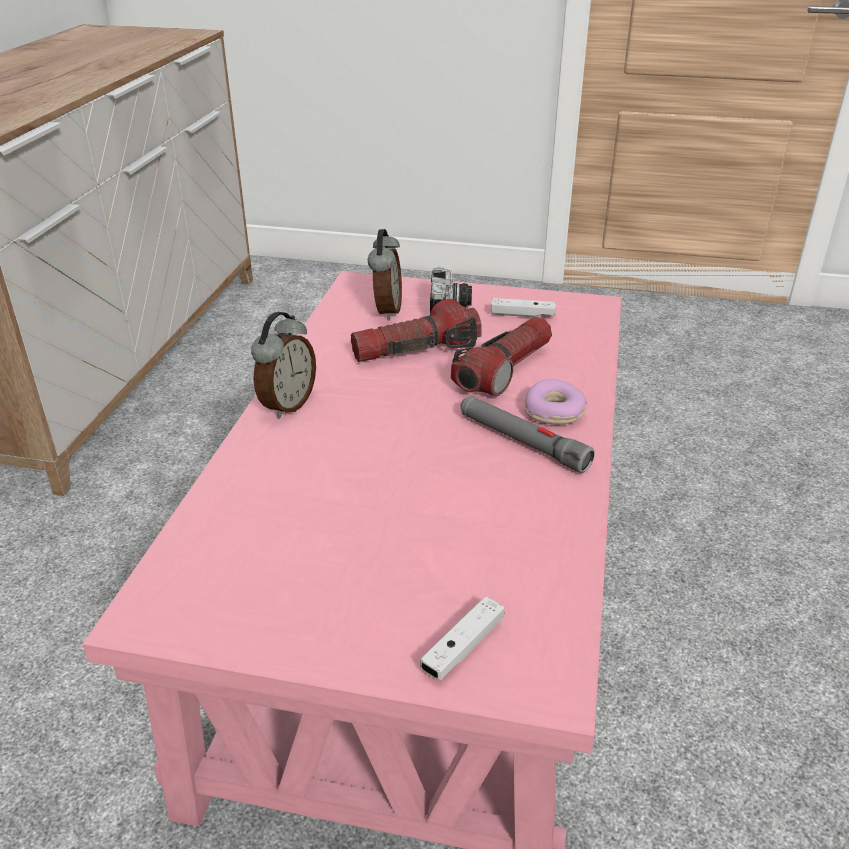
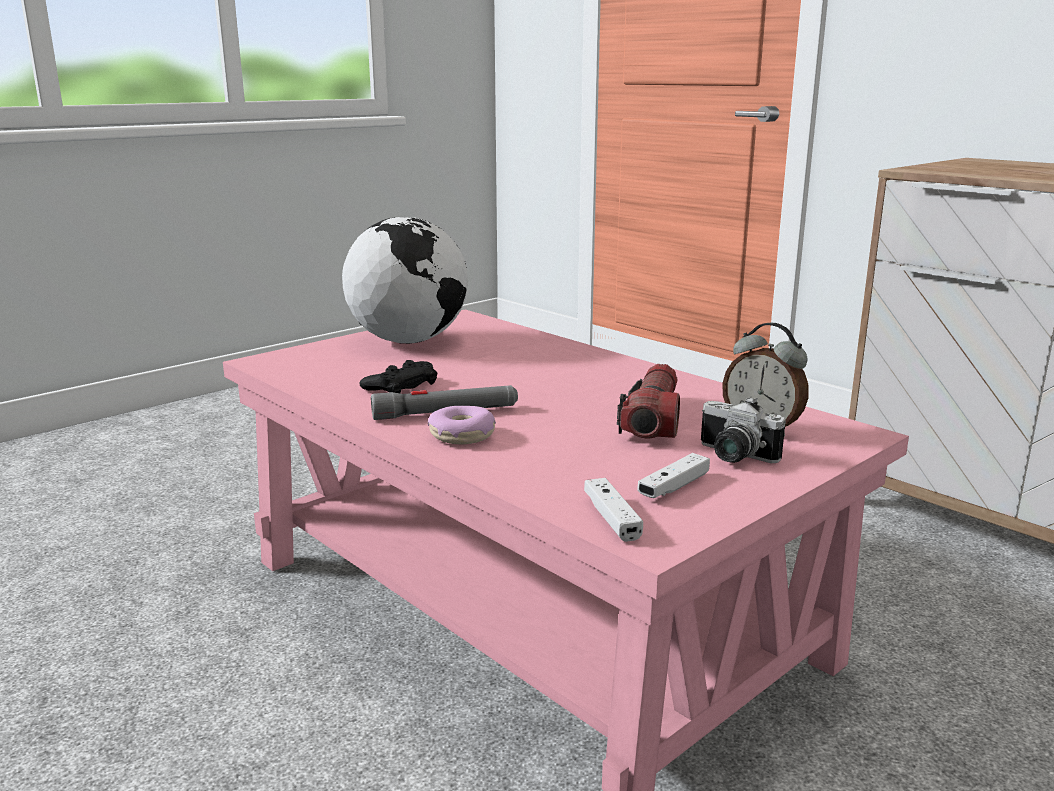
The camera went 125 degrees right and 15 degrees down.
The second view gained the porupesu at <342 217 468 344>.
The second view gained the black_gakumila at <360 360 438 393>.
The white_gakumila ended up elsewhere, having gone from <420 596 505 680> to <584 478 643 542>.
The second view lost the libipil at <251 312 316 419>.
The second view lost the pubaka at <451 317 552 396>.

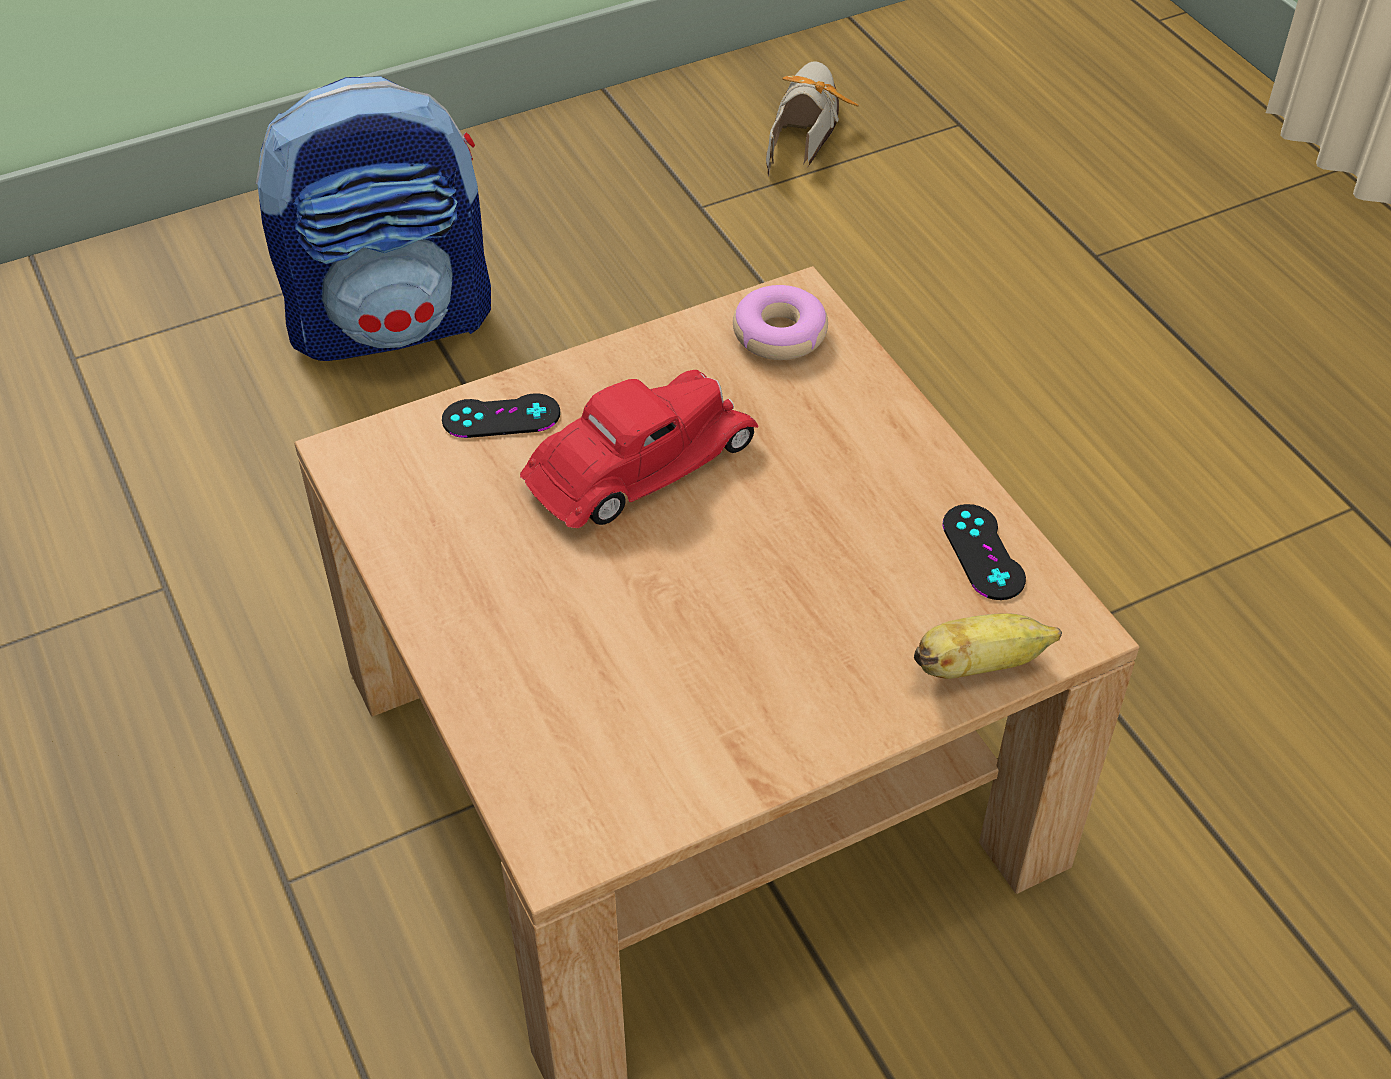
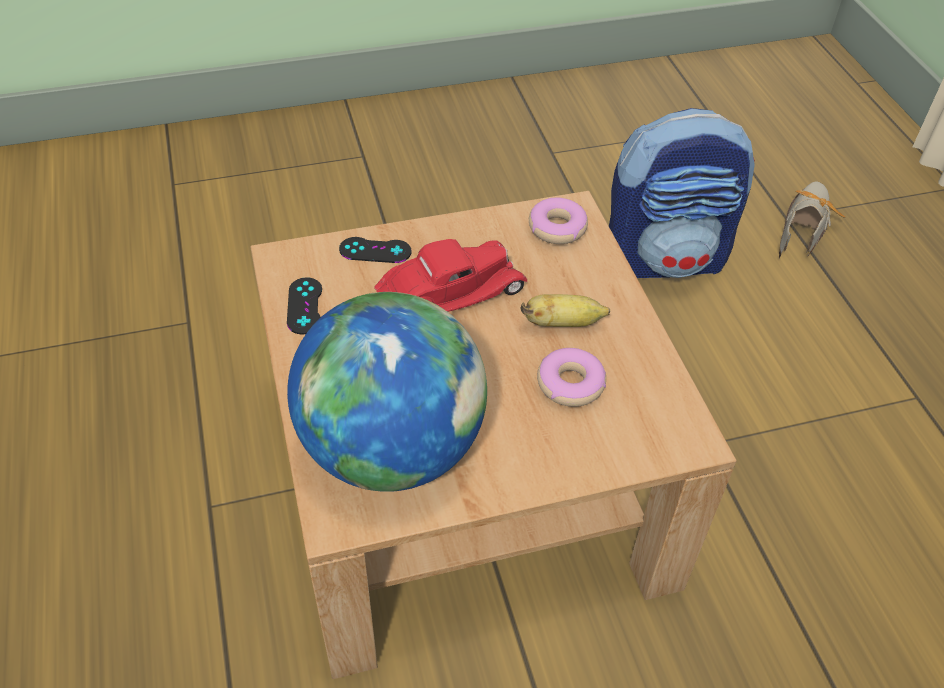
The camera went 10 degrees right and 0 degrees up.
The black_gakumila ended up elsewhere, having gone from <942 504 1026 600> to <287 277 322 335>.
The second view gained the porupesu at <287 292 487 492>.
The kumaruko ended up elsewhere, having gone from <914 613 1062 679> to <520 294 610 327>.
The second view gained the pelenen at <537 348 606 407>.
The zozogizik ended up elsewhere, having gone from <256 76 491 361> to <609 108 755 278>.
The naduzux ended up elsewhere, having gone from <766 61 859 177> to <779 181 846 259>.

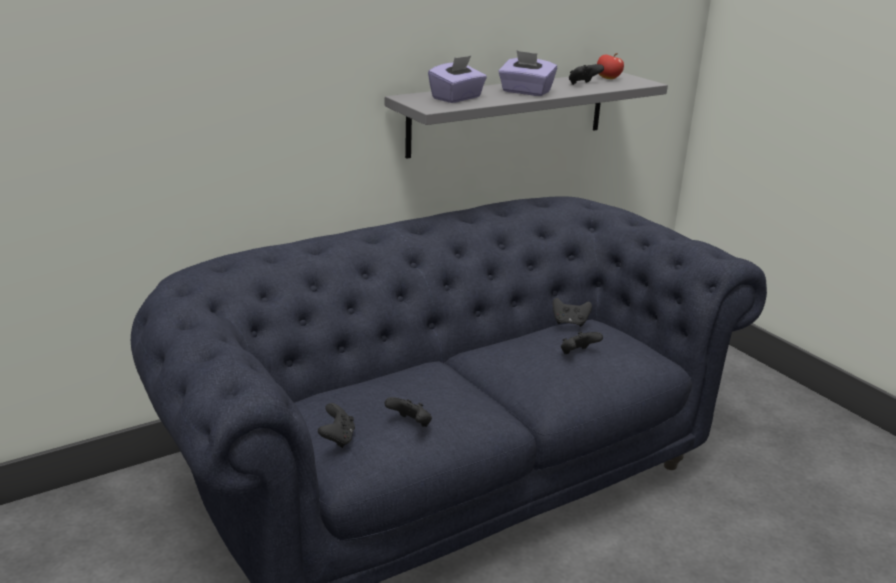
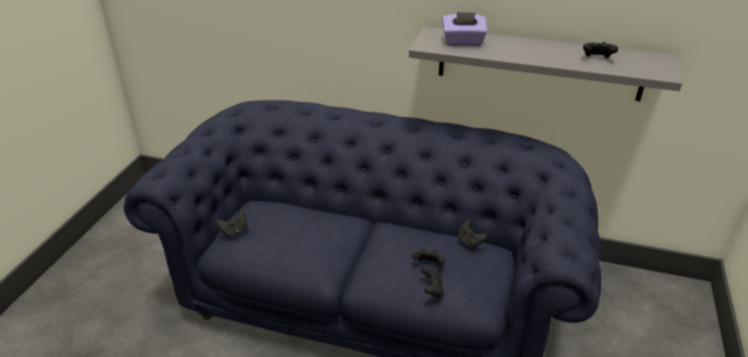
The camera went 50 degrees right and 10 degrees up.
The black_gakumila ended up elsewhere, having gone from <384 397 432 427> to <421 266 444 298>.
The second view lost the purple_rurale at <498 51 557 96>.
The second view lost the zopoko at <597 53 624 79>.

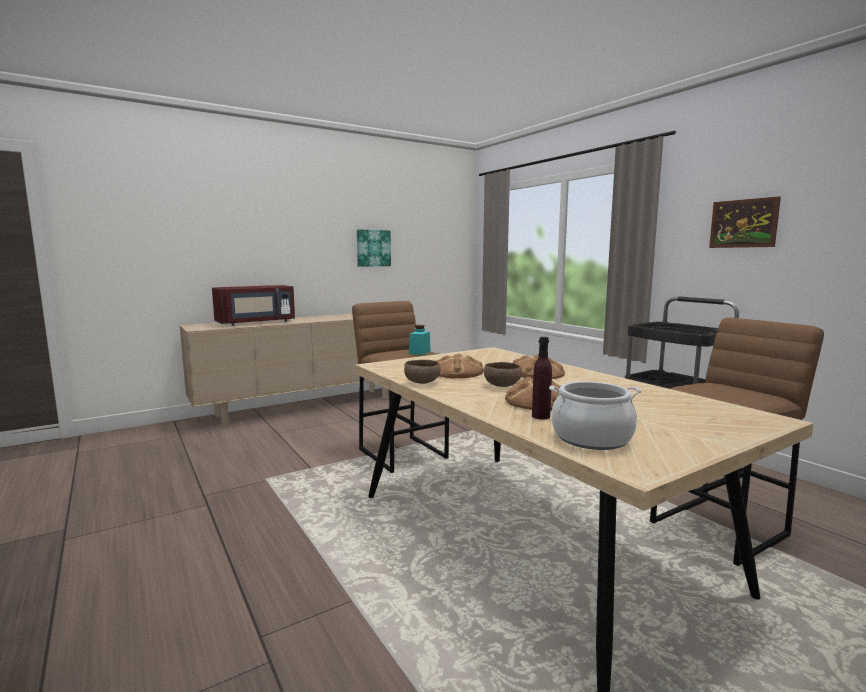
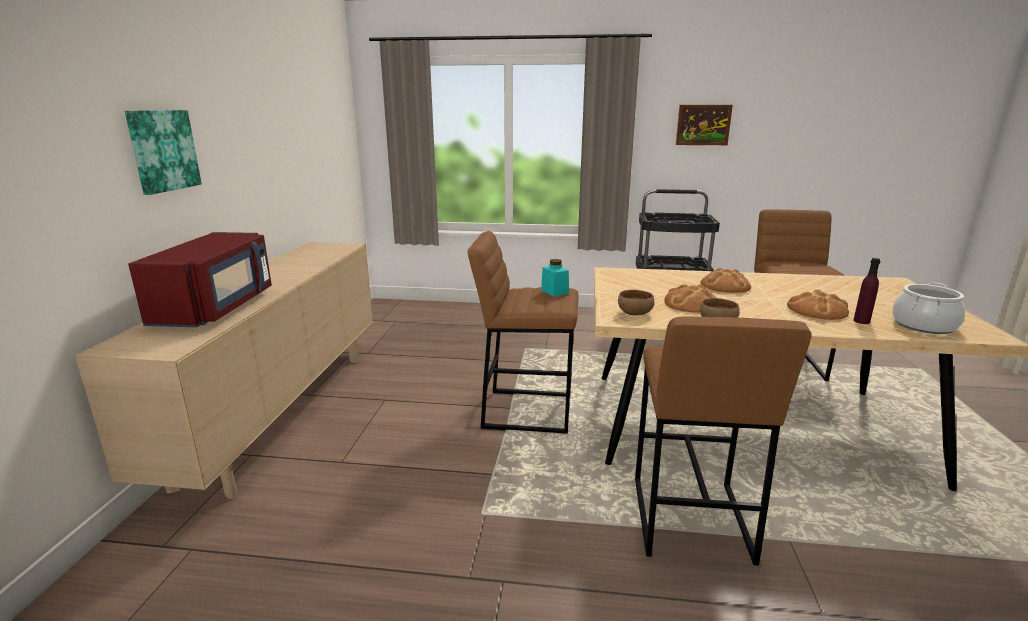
The camera went 50 degrees left and 10 degrees up.
The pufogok ended up elsewhere, having gone from <357 229 391 267> to <125 110 202 195>.
The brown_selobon ended up elsewhere, having gone from <484 362 522 387> to <618 290 655 315>.
The second view gained the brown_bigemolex at <635 317 812 565>.

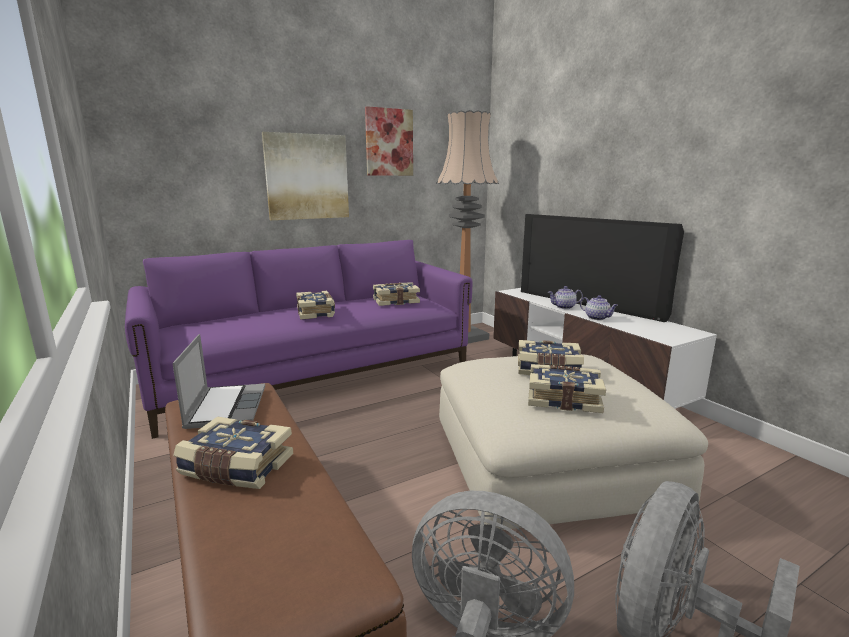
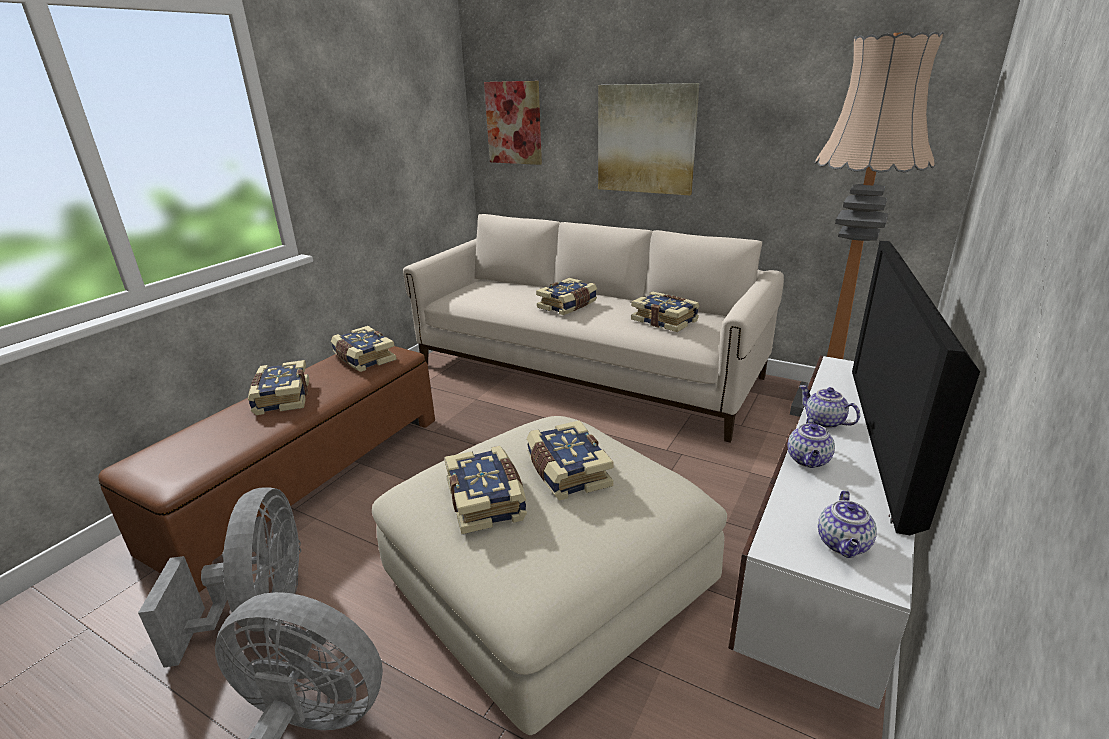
The camera went 60 degrees right and 10 degrees up.
Where the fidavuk stood at <172 334 265 429>, the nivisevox came to stand at <331 326 397 372>.
What was the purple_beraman at <125 240 472 439> turned into the beige_beraman at <403 214 784 443>.
The pufogok ended up elsewhere, having gone from <365 106 413 176> to <484 81 542 165>.
The second view gained the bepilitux at <818 490 877 558>.

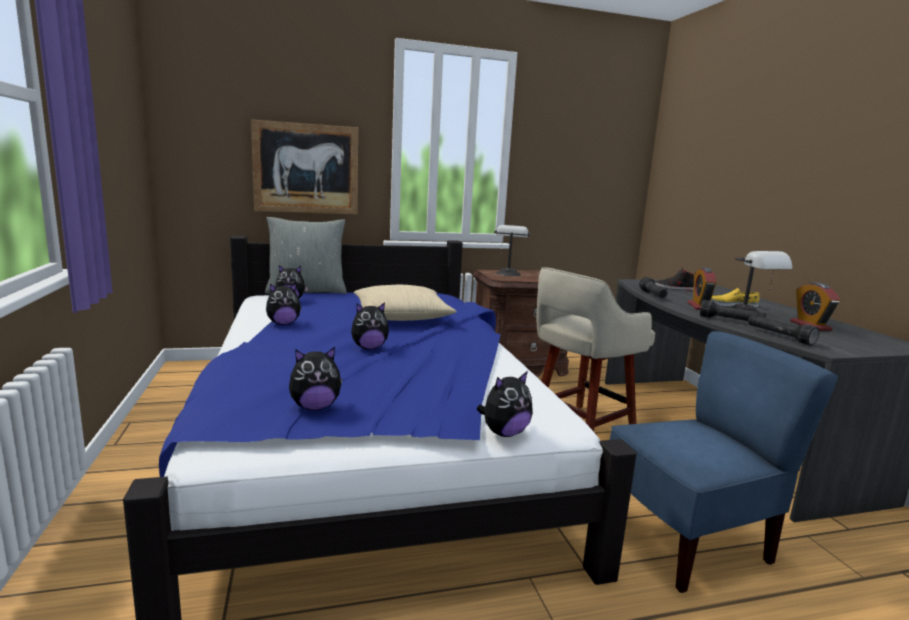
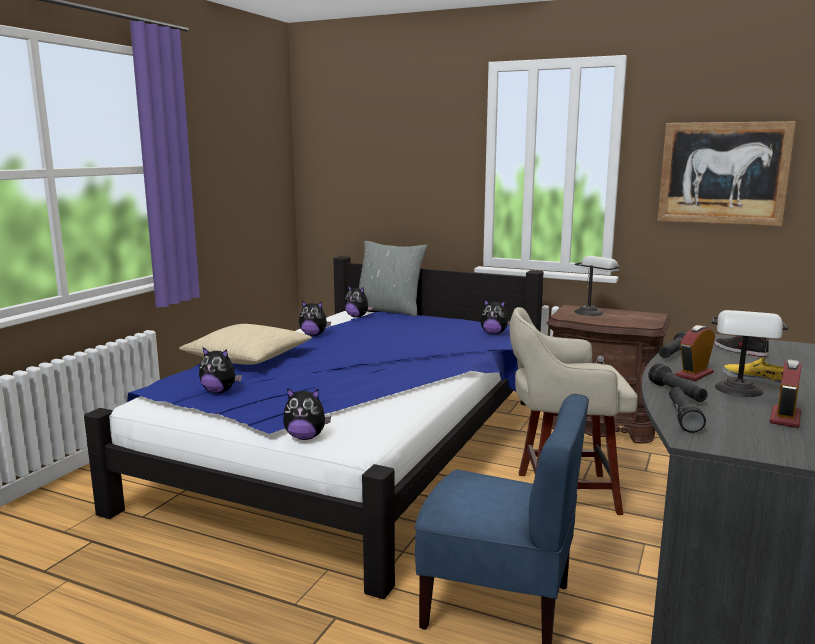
The camera went 40 degrees right and 0 degrees up.
The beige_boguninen ended up elsewhere, having gone from <354 285 457 321> to <179 324 312 365>.
The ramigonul ended up elsewhere, having gone from <351 303 389 349> to <480 299 510 334>.
The pufogok ended up elsewhere, having gone from <251 119 358 214> to <657 121 796 226>.

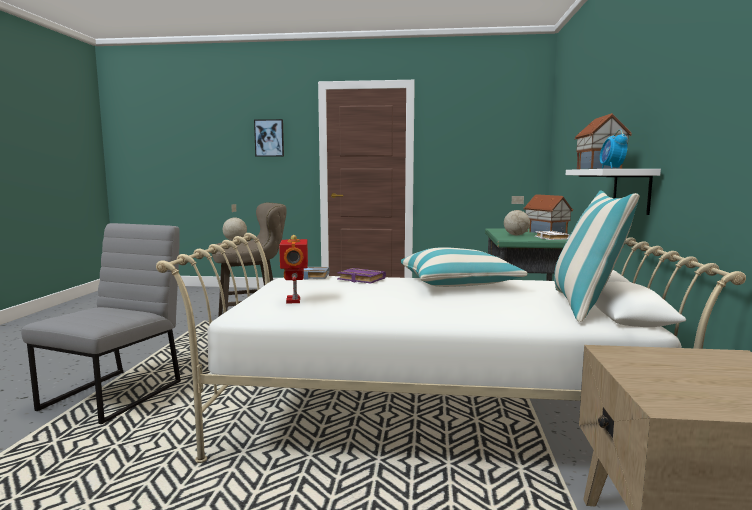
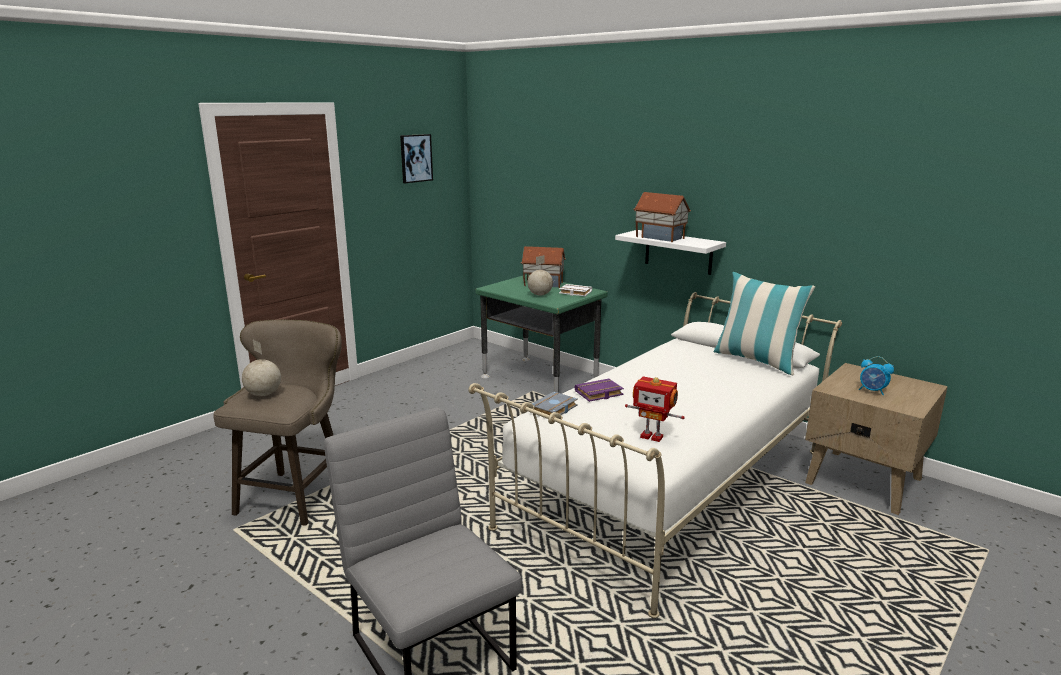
The camera went 55 degrees left and 10 degrees up.
The pufogok ended up elsewhere, having gone from <254 119 284 157> to <400 134 433 183>.
The libipil ended up elsewhere, having gone from <600 129 628 169> to <859 356 894 395>.
The second view lost the boguninen at <401 247 528 287>.

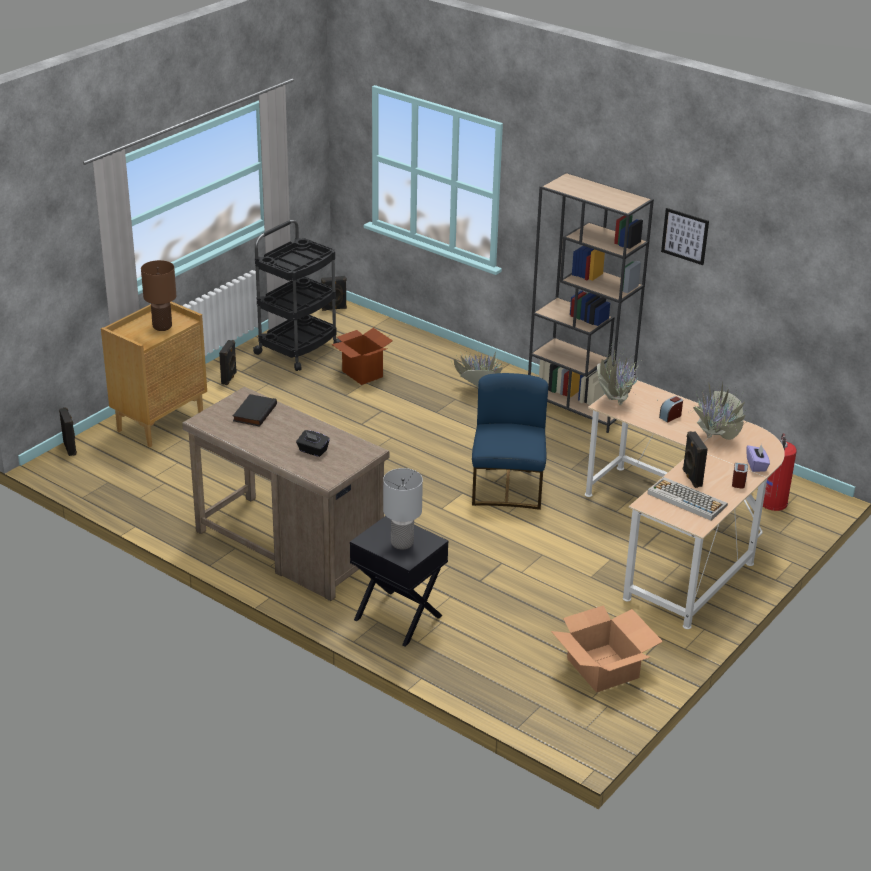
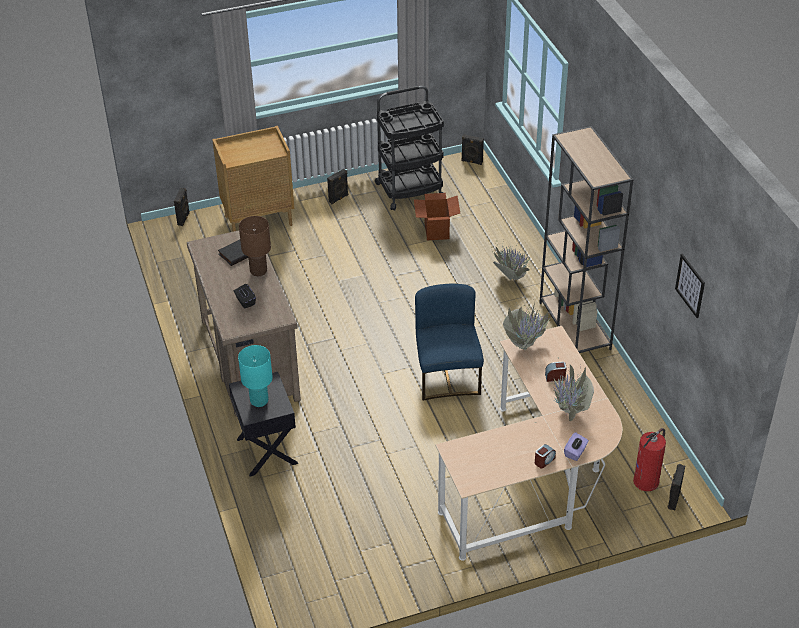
The camera went 35 degrees right and 10 degrees up.
What was the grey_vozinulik at <383 468 423 550> turned into the turquoise_vozinulik at <238 345 273 407>.
The brown_vozinulik ended up elsewhere, having gone from <141 260 176 331> to <239 216 271 276>.
The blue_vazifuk at <472 373 548 510> ended up facing another way, 45 degrees counterclockwise from before.
The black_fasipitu ended up elsewhere, having gone from <682 431 708 488> to <668 464 685 510>.
The pufogok ended up elsewhere, having gone from <661 208 709 265> to <675 254 705 318>.
The second view lost the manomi at <551 605 663 693>.
The second view lost the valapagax at <647 477 728 521>.

